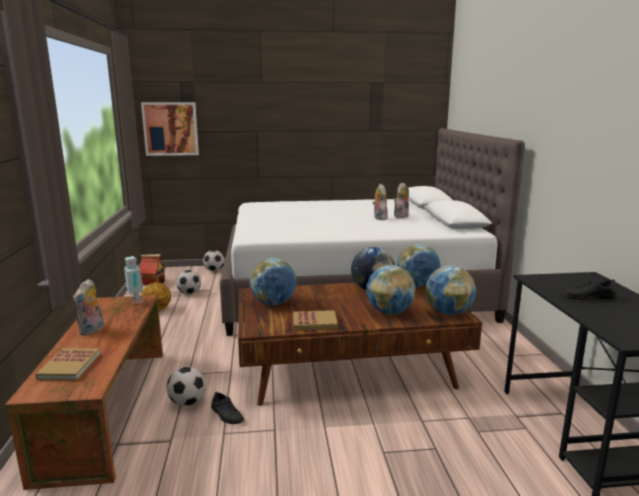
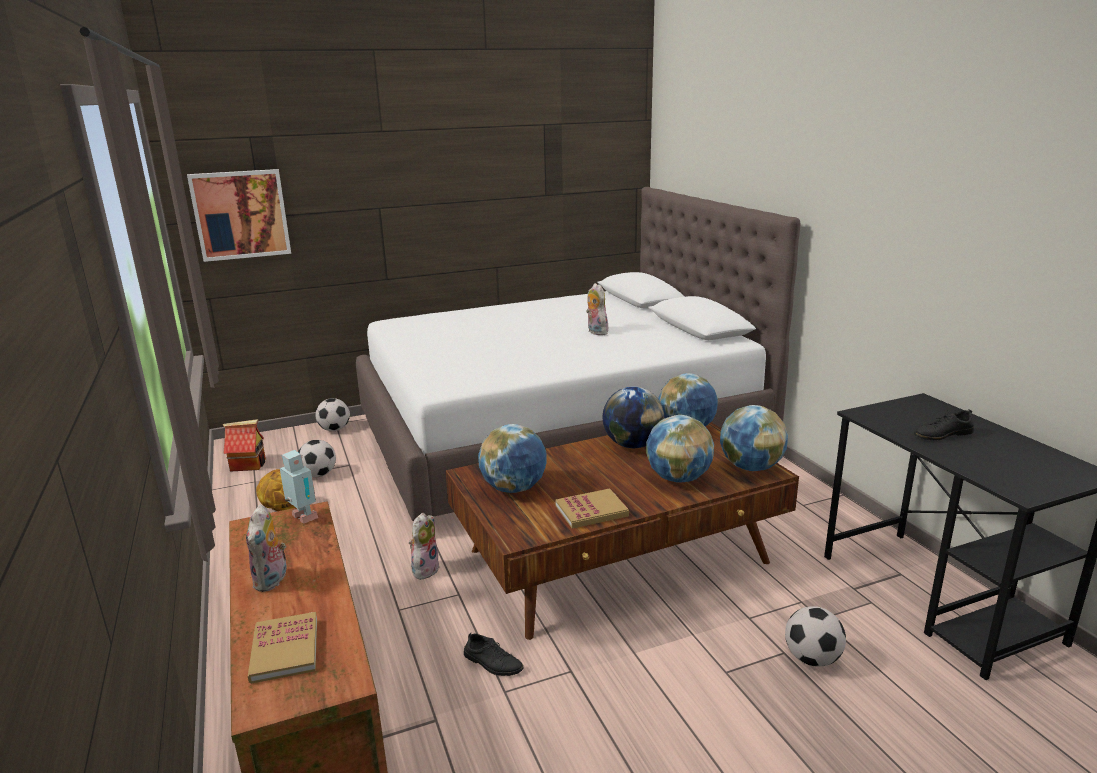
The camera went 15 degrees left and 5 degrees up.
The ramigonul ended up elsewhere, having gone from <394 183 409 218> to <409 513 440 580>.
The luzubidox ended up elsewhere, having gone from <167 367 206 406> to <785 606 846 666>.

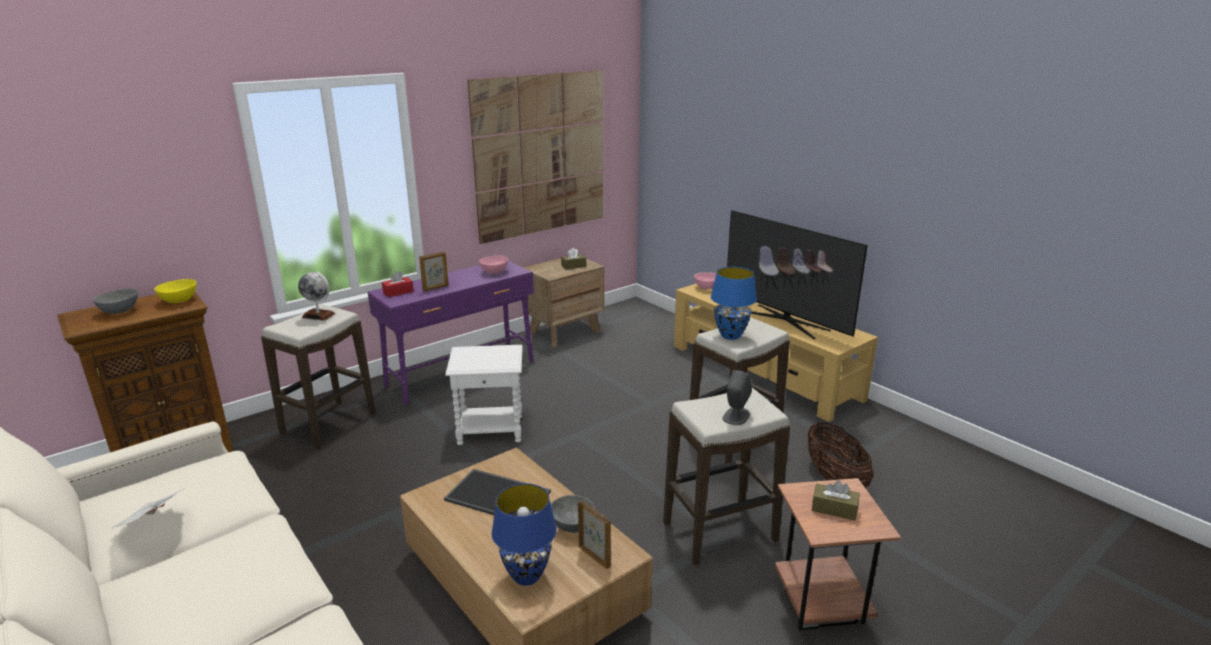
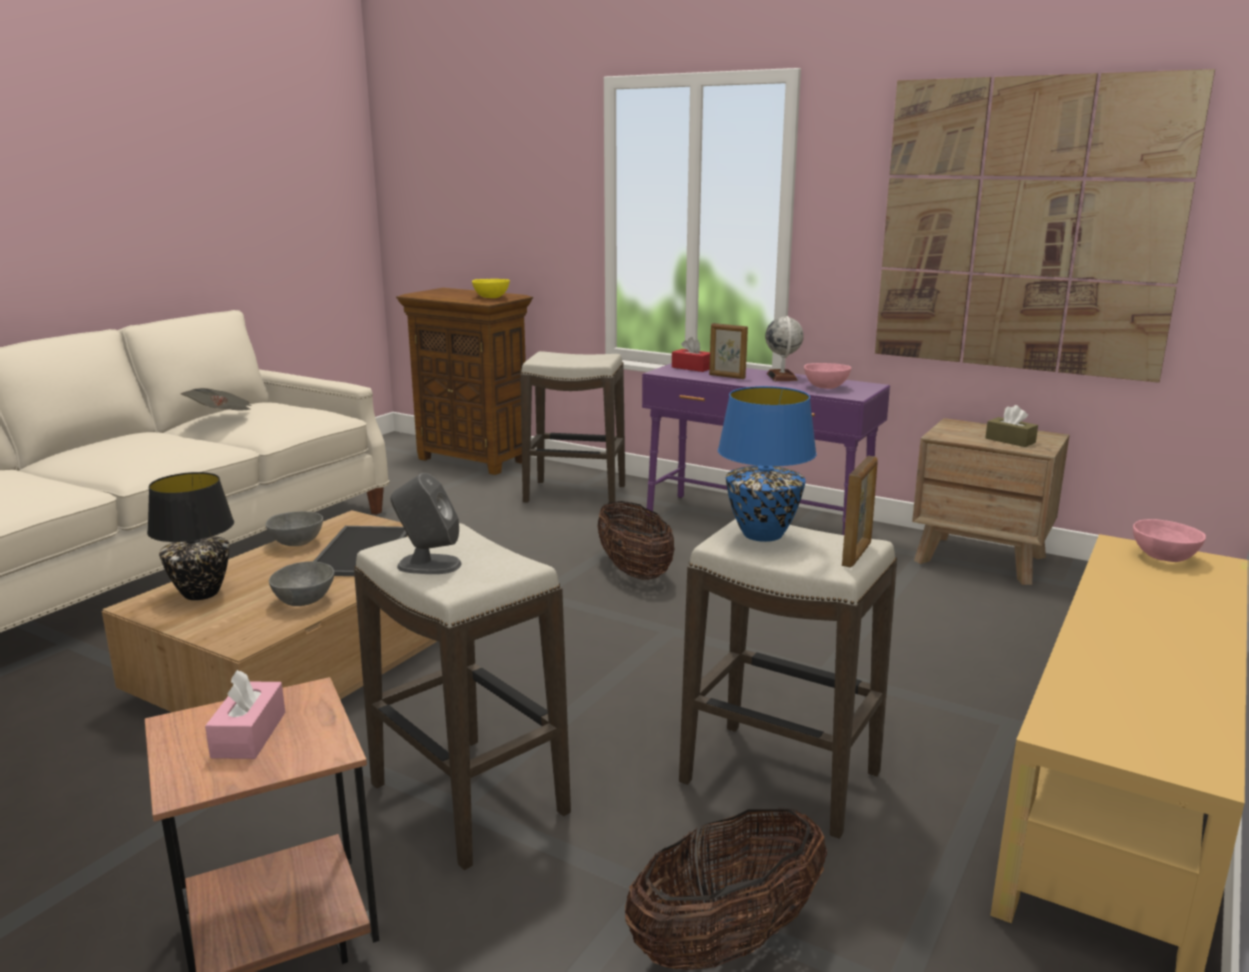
The camera went 70 degrees right and 5 degrees down.
What was the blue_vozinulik at <491 483 557 586> turned into the black_vozinulik at <147 472 234 600>.
What was the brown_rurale at <812 480 860 521> turned into the pink_rurale at <205 670 285 759>.
The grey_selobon ended up elsewhere, having gone from <93 289 138 314> to <265 511 323 546>.
Where the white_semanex stood at <445 345 523 445>, the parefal came to stand at <597 501 675 580>.
The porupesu ended up elsewhere, having gone from <298 272 335 321> to <765 316 804 381>.
The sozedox ended up elsewhere, having gone from <578 500 611 569> to <842 456 878 567>.
The second view lost the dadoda at <727 210 868 339>.

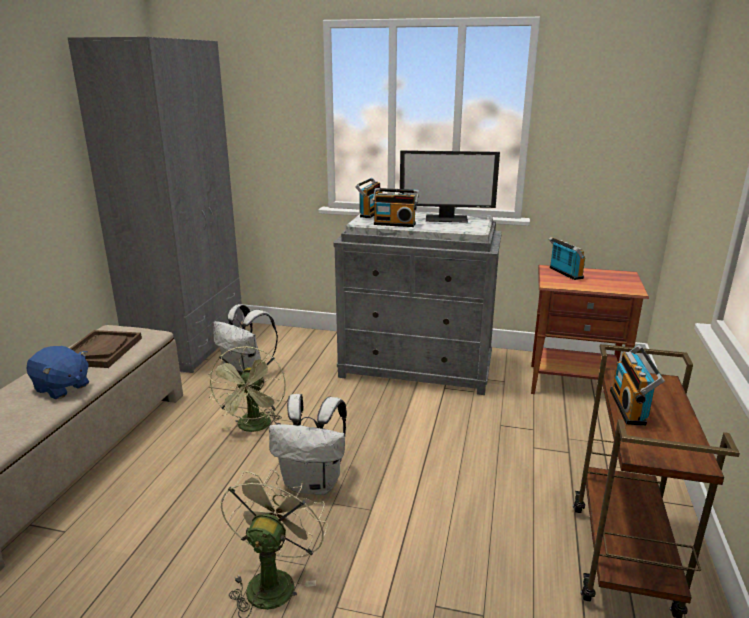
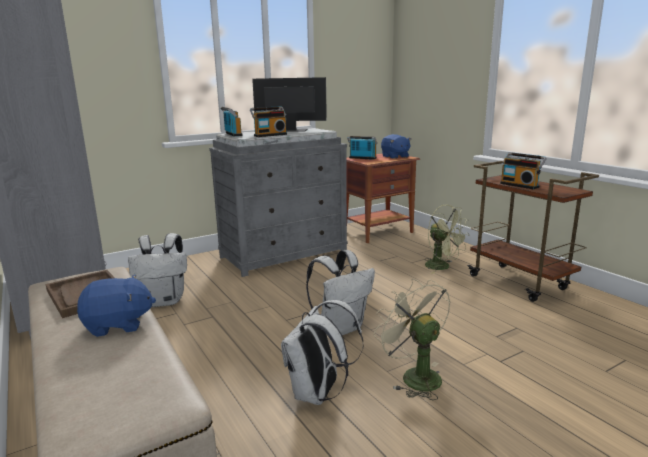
The camera went 45 degrees left and 5 degrees down.
The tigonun at <400 150 500 223> ended up facing another way, 135 degrees counterclockwise from before.
The second view gained the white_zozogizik at <281 300 363 405>.
The second view gained the blue_ramigonul at <381 134 411 159>.
The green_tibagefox ended up elsewhere, having gone from <208 346 286 432> to <425 204 469 274>.

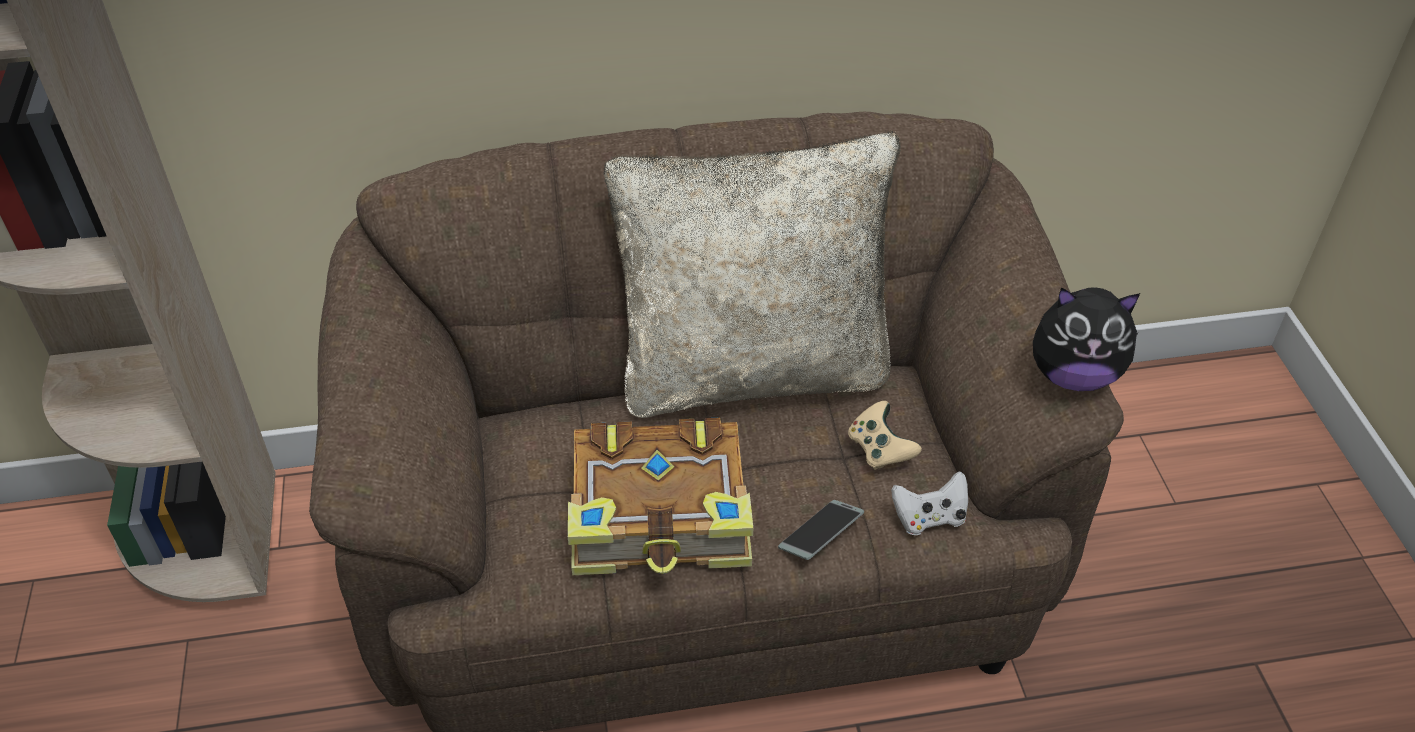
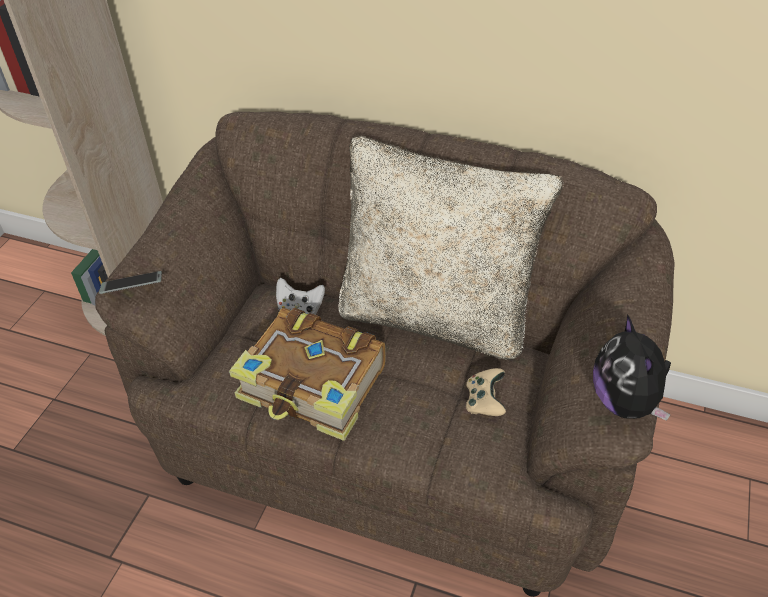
The camera went 30 degrees right and 0 degrees up.
The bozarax ended up elsewhere, having gone from <778 500 864 560> to <99 271 162 294>.
The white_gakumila ended up elsewhere, having gone from <891 472 968 535> to <276 278 325 315>.
The ramigonul at <1033 287 1140 391> ended up facing another way, 45 degrees clockwise from before.

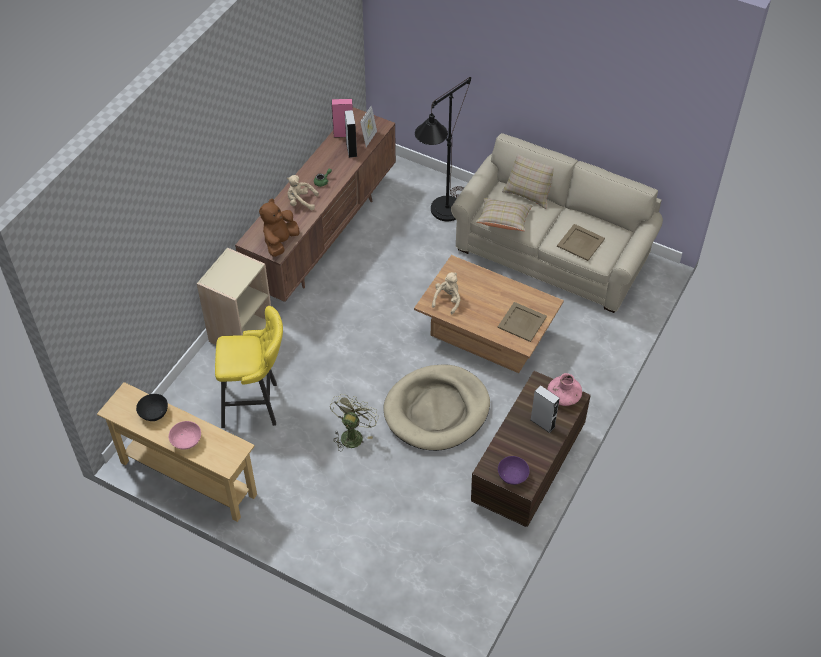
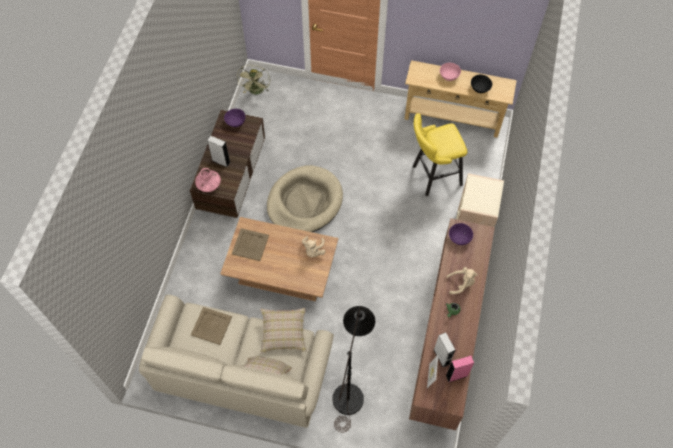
The camera went 165 degrees right and 10 degrees up.
The green_tibagefox ended up elsewhere, having gone from <330 394 379 451> to <237 65 270 95>.
Where the brown_ramigonul stood at <259 199 299 257>, the purple_selobon came to stand at <449 223 473 245>.

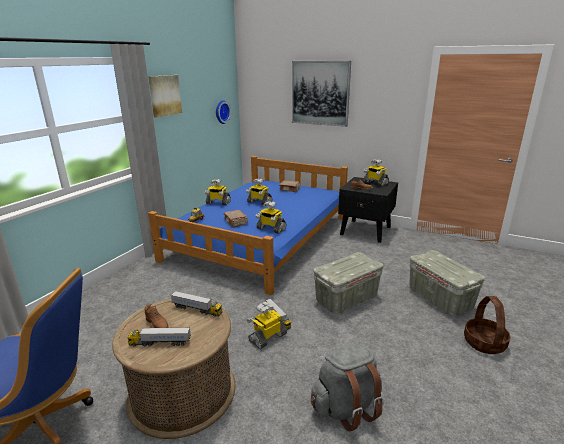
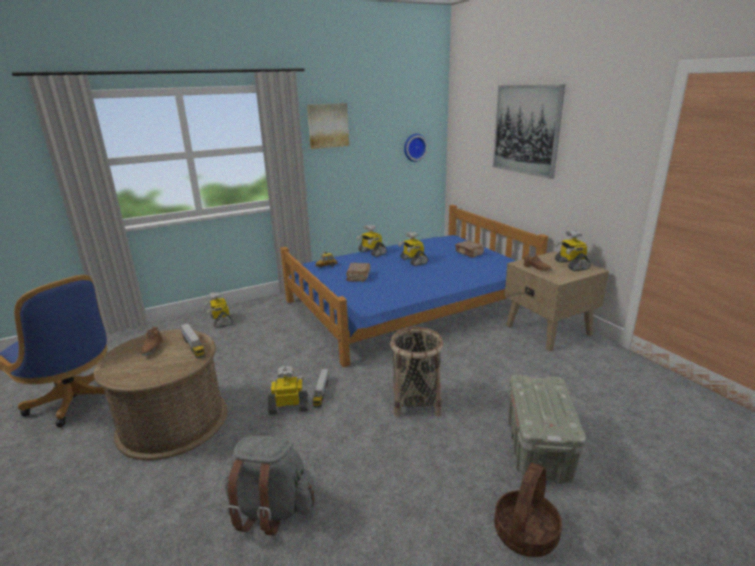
The camera went 35 degrees right and 0 degrees up.
The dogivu ended up elsewhere, having gone from <256 201 286 234> to <205 292 233 328>.
Where the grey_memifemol stood at <314 252 383 314>, the parefal came to stand at <390 327 443 417>.
What was the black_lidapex at <338 177 398 243> turned into the beige_lidapex at <504 251 609 351>.
The second view lost the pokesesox at <127 327 191 347>.

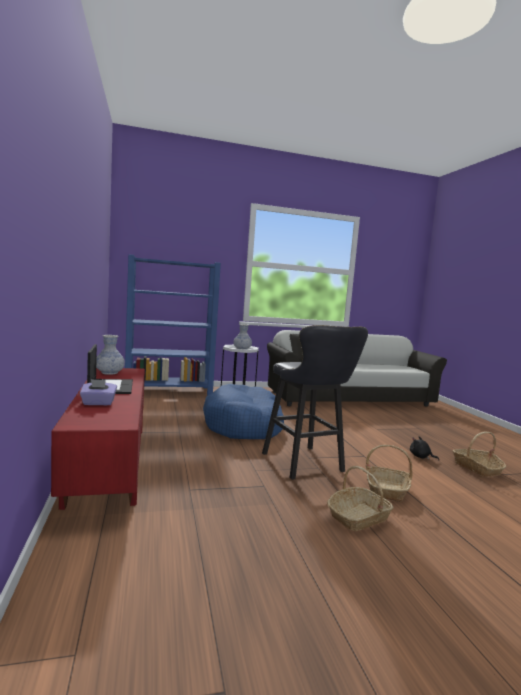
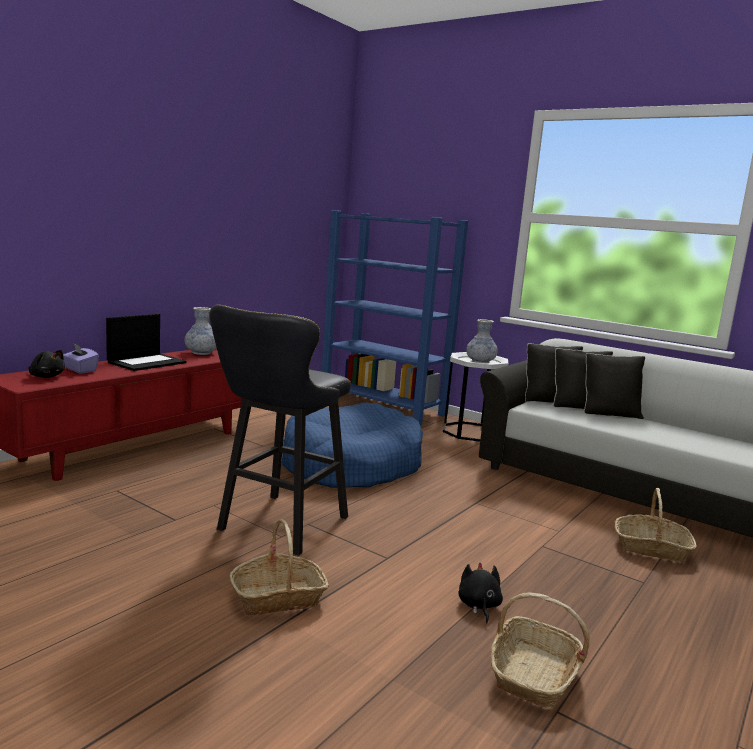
The camera went 50 degrees right and 5 degrees up.
The second view gained the black_ramigonul at <28 350 65 378>.
The parefal ended up elsewhere, having gone from <327 466 394 531> to <615 488 697 562>.

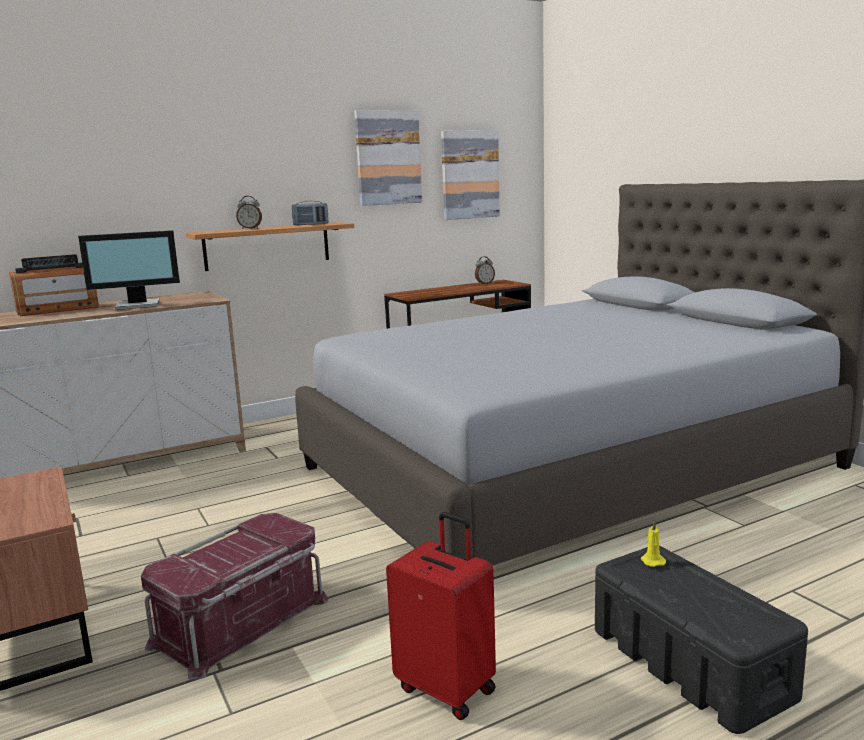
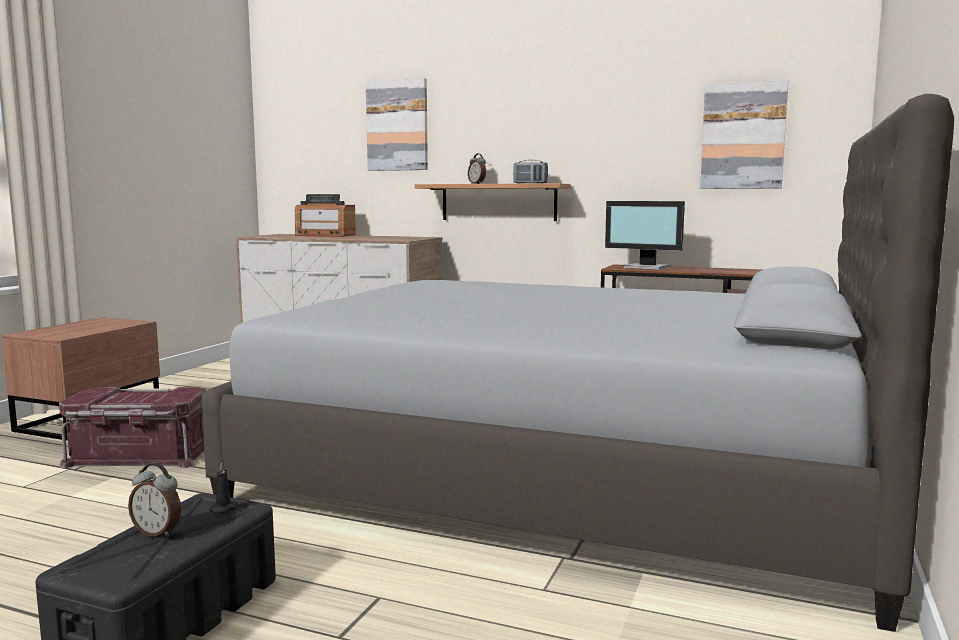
The camera went 50 degrees right and 5 degrees down.
The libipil ended up elsewhere, having gone from <475 256 495 285> to <128 463 181 537>.
What was the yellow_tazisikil at <641 520 666 567> turned into the black_tazisikil at <209 462 239 514>.
The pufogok ended up elsewhere, having gone from <354 110 422 206> to <366 78 428 171>.
The tigonun ended up elsewhere, having gone from <78 230 180 310> to <605 201 685 270>.
The second view lost the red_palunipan at <386 512 496 720>.

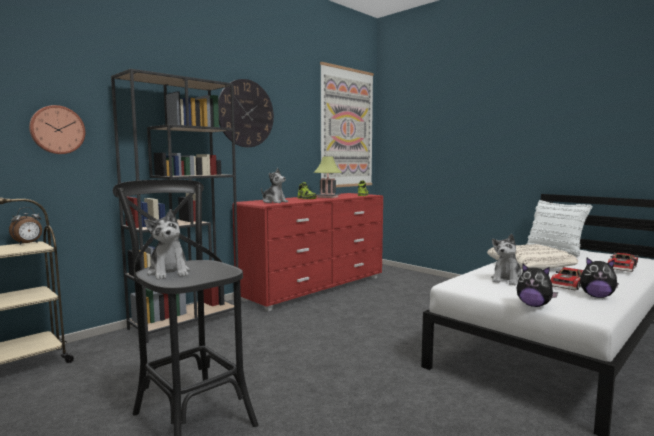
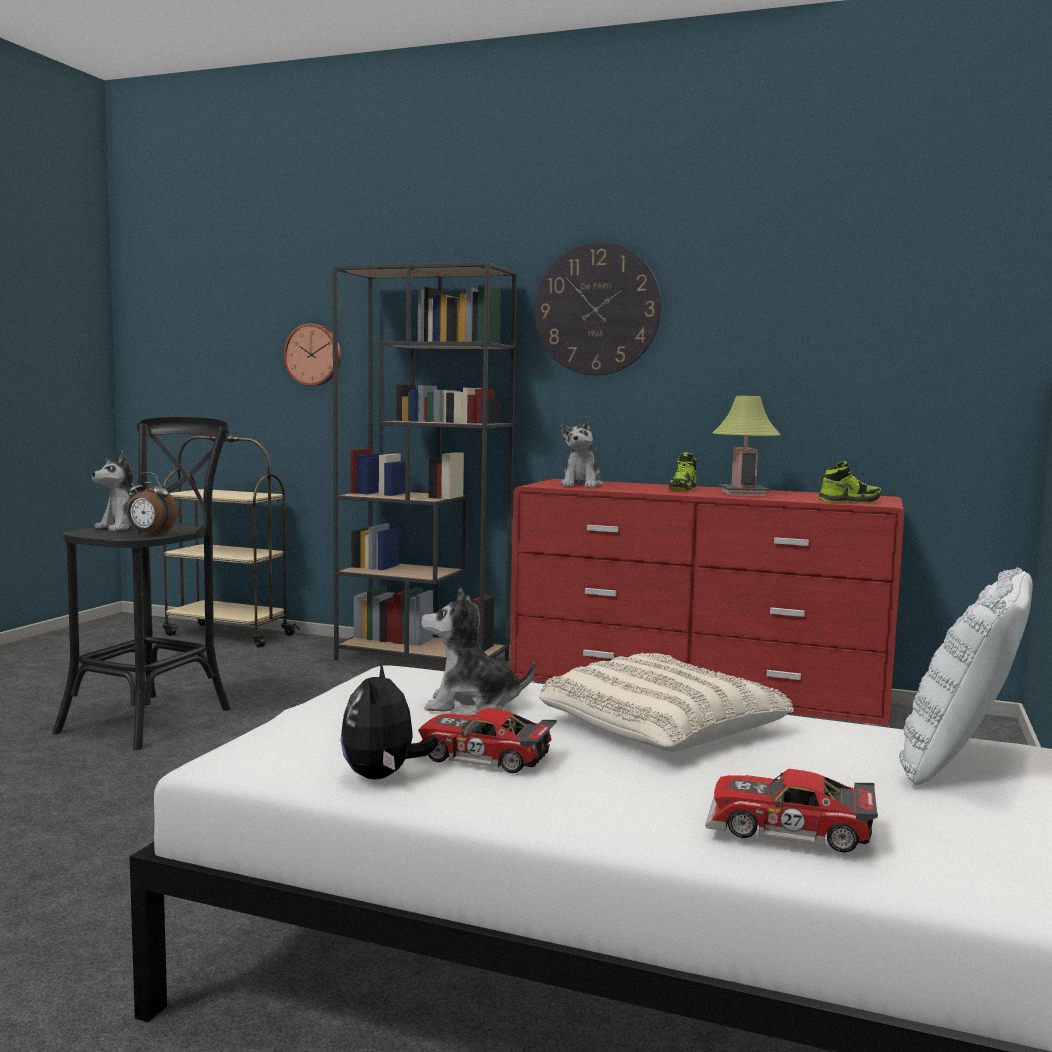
The camera went 65 degrees right and 0 degrees up.
The libipil ended up elsewhere, having gone from <9 207 42 245> to <127 472 178 536>.
The second view lost the pufogok at <320 62 374 187>.
The second view lost the ramigonul at <516 263 558 307>.

